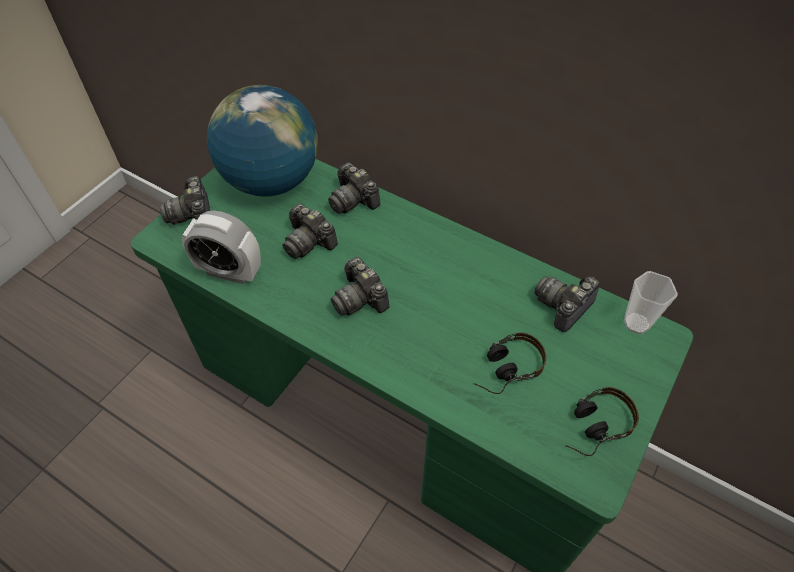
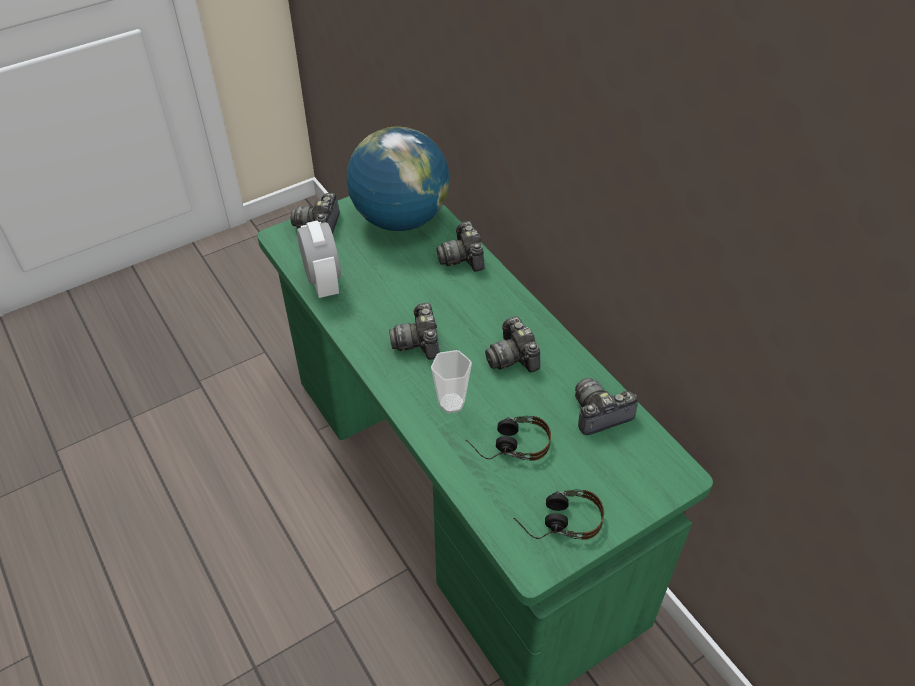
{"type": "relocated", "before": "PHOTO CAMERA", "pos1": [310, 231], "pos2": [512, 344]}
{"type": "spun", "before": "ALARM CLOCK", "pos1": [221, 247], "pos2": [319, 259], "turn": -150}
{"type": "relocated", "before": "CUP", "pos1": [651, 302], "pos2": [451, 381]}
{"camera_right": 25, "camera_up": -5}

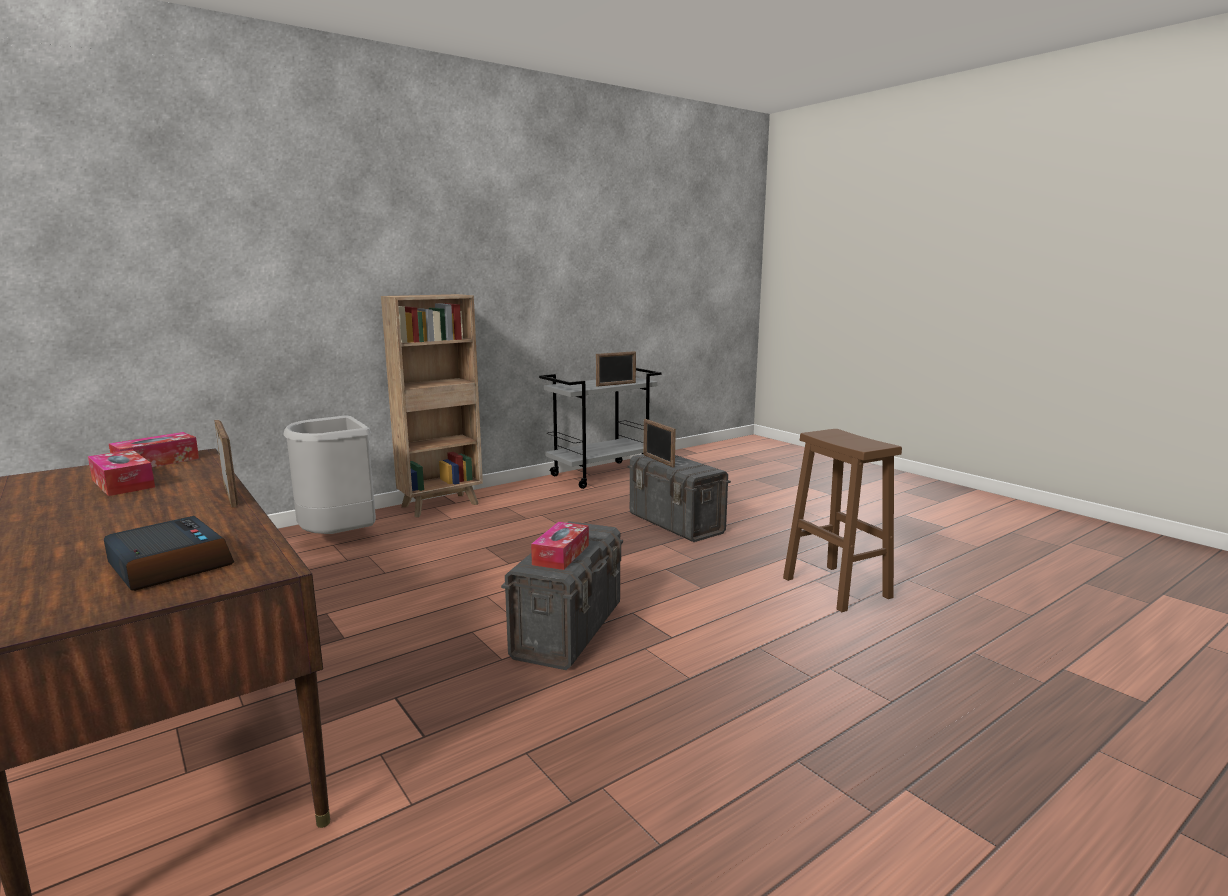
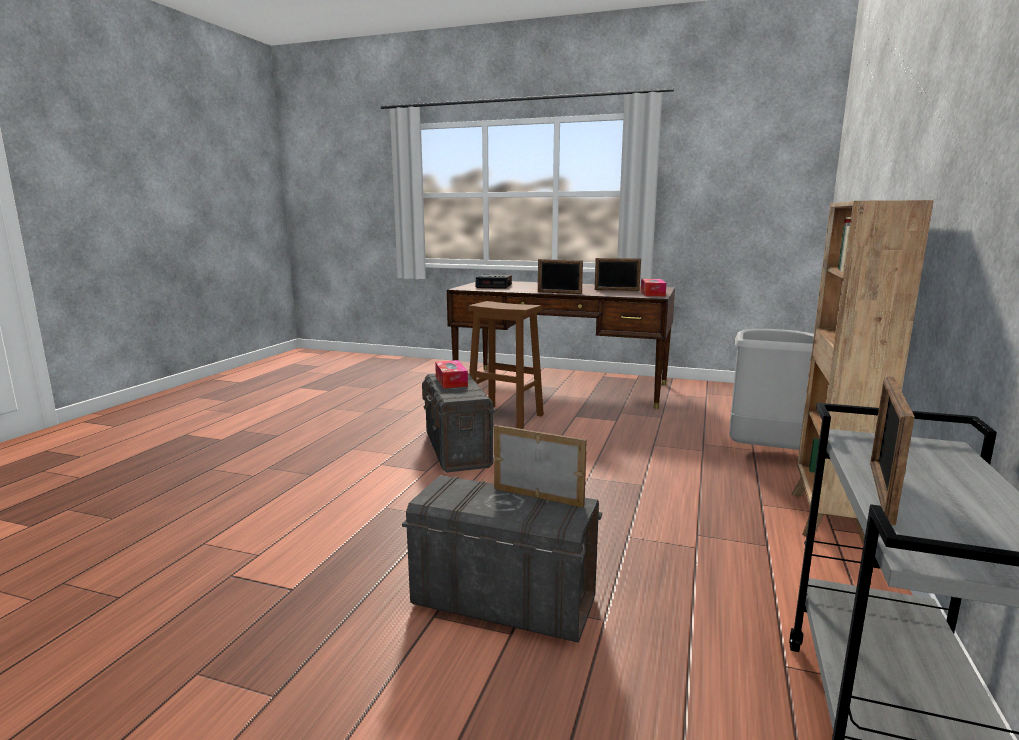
{"type": "relocated", "before": "BROWN STOOL", "pos1": [842, 520], "pos2": [506, 365]}
{"type": "exchanged", "before": "TISSUE BOX", "after": "PICTURE FRAME", "pos1": [121, 473], "pos2": [618, 274]}
{"camera_right": 145, "camera_up": 0}

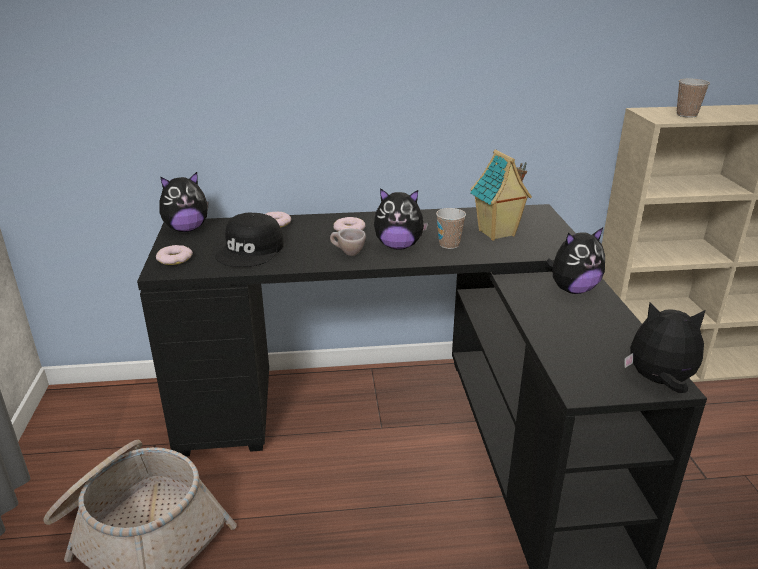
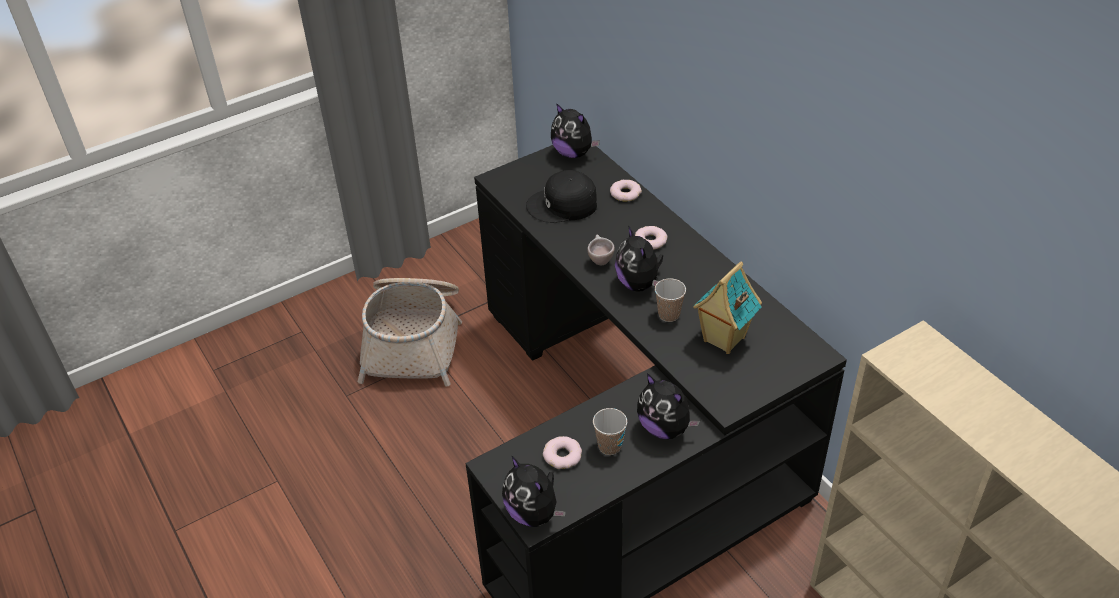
{"type": "relocated", "before": "CUP", "pos1": [693, 98], "pos2": [610, 431]}
{"type": "relocated", "before": "DONUT", "pos1": [174, 255], "pos2": [562, 452]}
{"type": "spun", "before": "PLUSH TOY", "pos1": [664, 348], "pos2": [534, 491], "turn": 150}
{"camera_right": 65, "camera_up": 15}

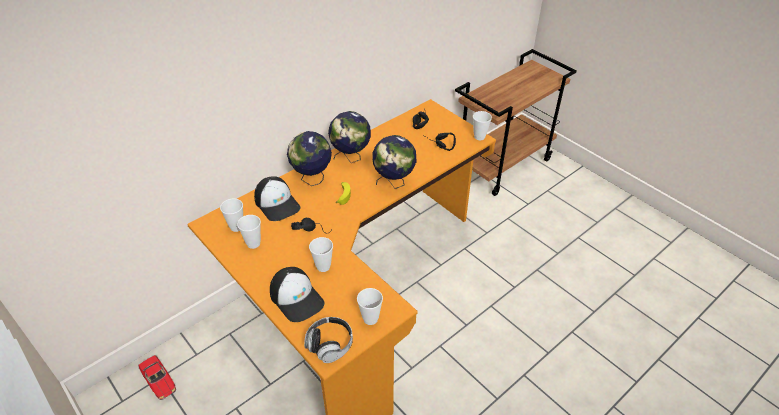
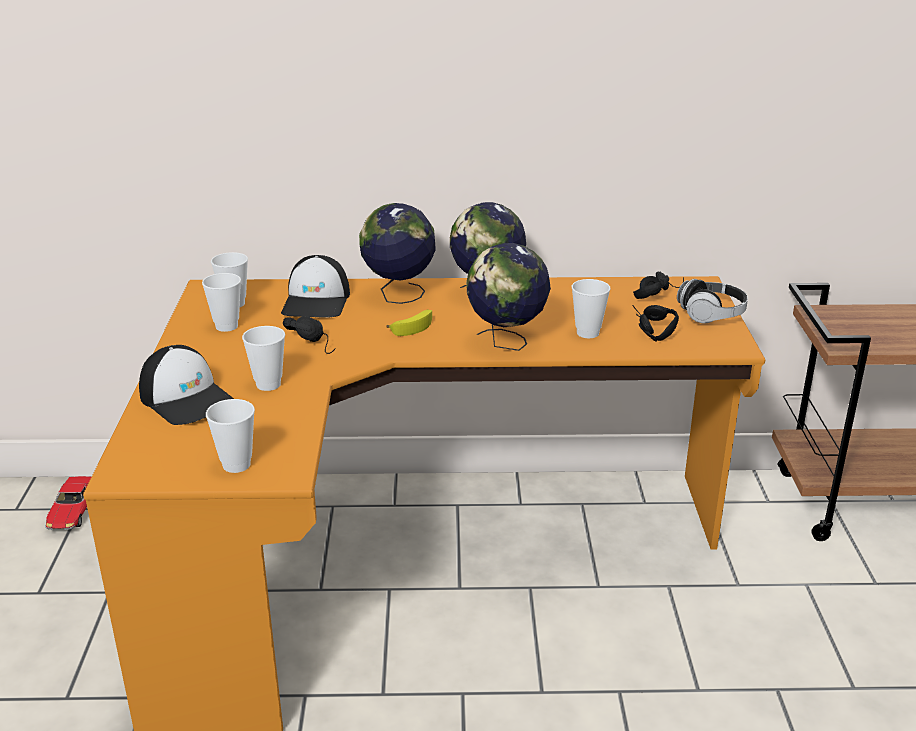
{"type": "relocated", "before": "CUP", "pos1": [482, 125], "pos2": [591, 308]}
{"type": "spun", "before": "CAP", "pos1": [297, 294], "pos2": [186, 385], "turn": -45}
{"type": "relocated", "before": "HEADPHONES", "pos1": [328, 340], "pos2": [712, 301]}
{"camera_right": 40, "camera_up": -15}

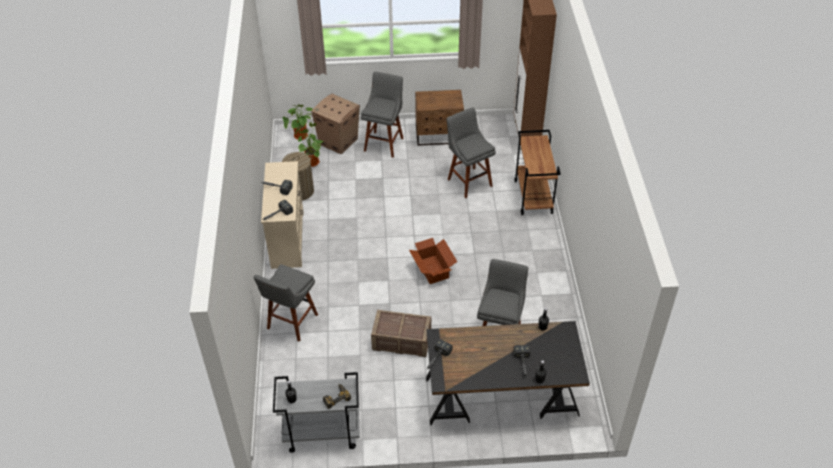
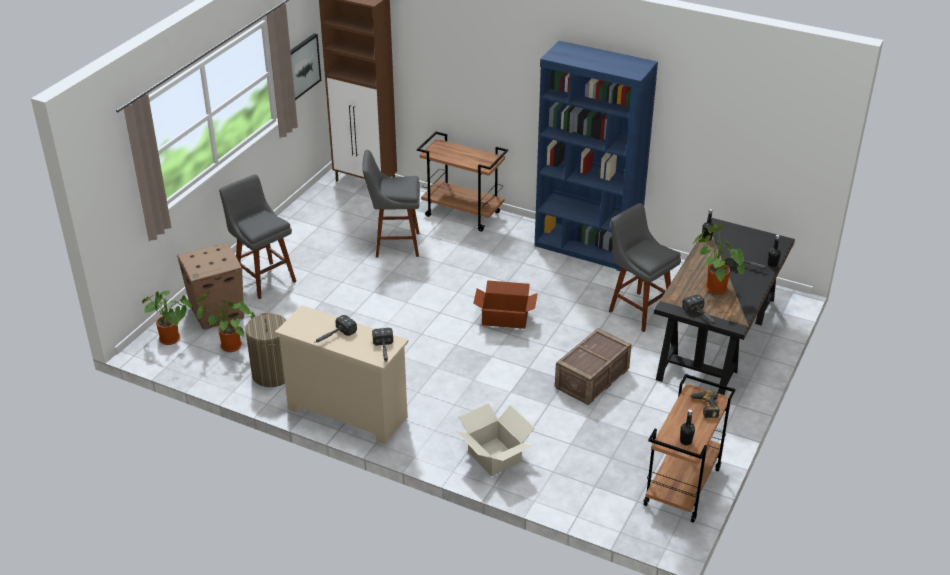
{"type": "missing", "before": "BROWN NIGHTSTAND", "pos1": [439, 118]}
{"type": "exchanged", "before": "GREY STOOL", "after": "CARDBOARD BOX", "pos1": [286, 303], "pos2": [495, 439]}
{"type": "colour", "before": "GREY CART", "after": "BROWN CART", "pos1": [316, 412], "pos2": [689, 448]}
{"type": "appeared", "after": "PICTURE", "pos2": [305, 66]}
{"type": "appeared", "after": "BLUE BOOKCASE", "pos2": [596, 156]}
{"type": "appeared", "after": "POTTED PLANT", "pos2": [719, 259]}
{"camera_right": -60, "camera_up": -10}

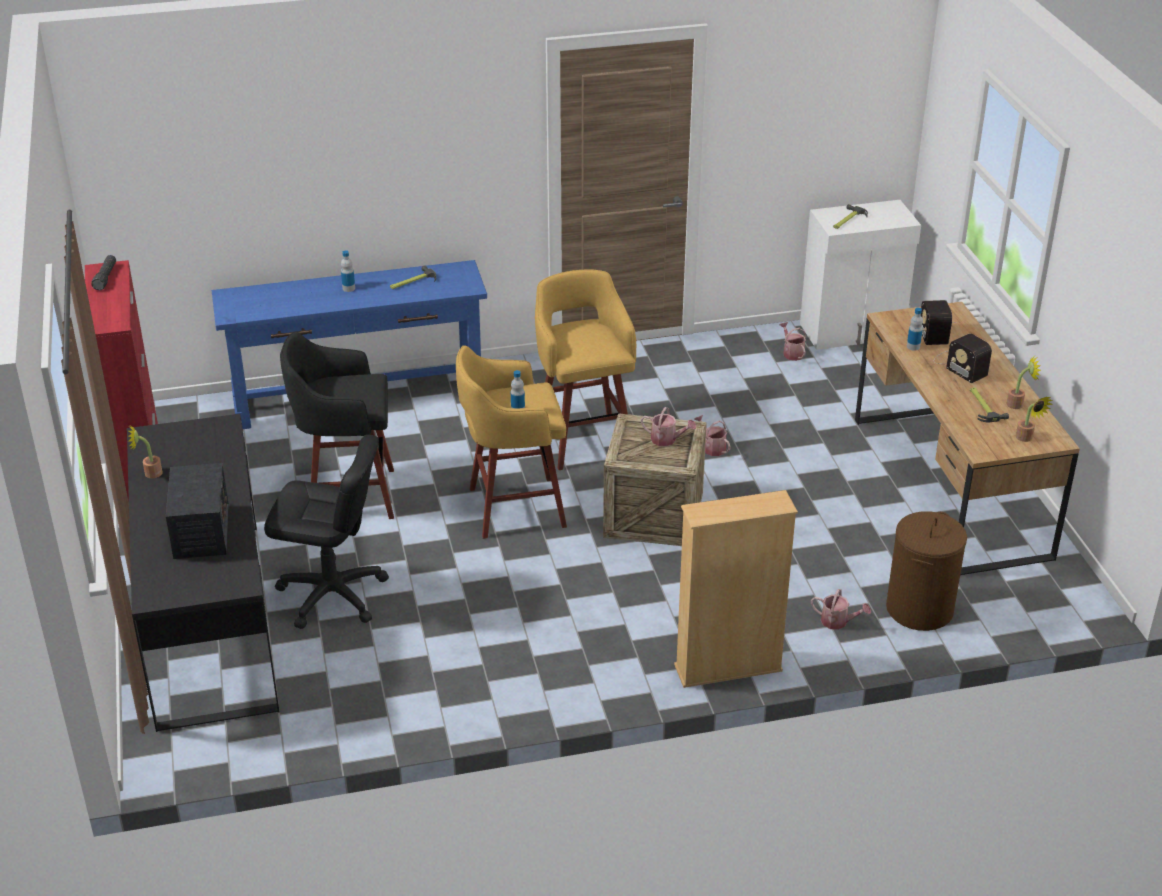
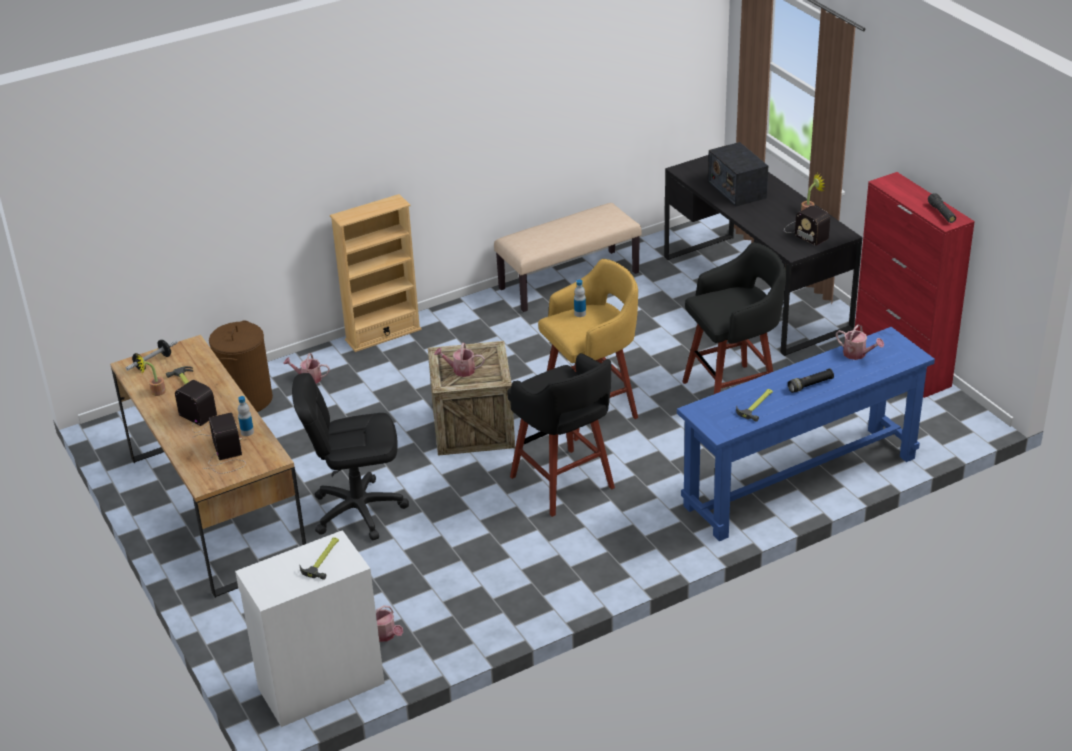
{"type": "exchanged", "before": "BOTTLE", "after": "BLACK FLASHLIGHT", "pos1": [348, 271], "pos2": [811, 380]}
{"type": "colour", "before": "YELLOW STOOL", "after": "BLACK STOOL", "pos1": [585, 369], "pos2": [561, 435]}
{"type": "exchanged", "before": "POTTED PLANT", "after": "DUMBBELL", "pos1": [1034, 419], "pos2": [151, 355]}
{"type": "relocated", "before": "WATERING CAN", "pos1": [712, 435], "pos2": [860, 342]}
{"type": "relocated", "before": "BLACK OFFICE CHAIR", "pos1": [326, 532], "pos2": [350, 456]}
{"type": "appeared", "after": "BEIGE BENCH", "pos2": [568, 257]}
{"type": "appeared", "after": "RADIO", "pos2": [807, 226]}
{"camera_right": 165, "camera_up": 0}

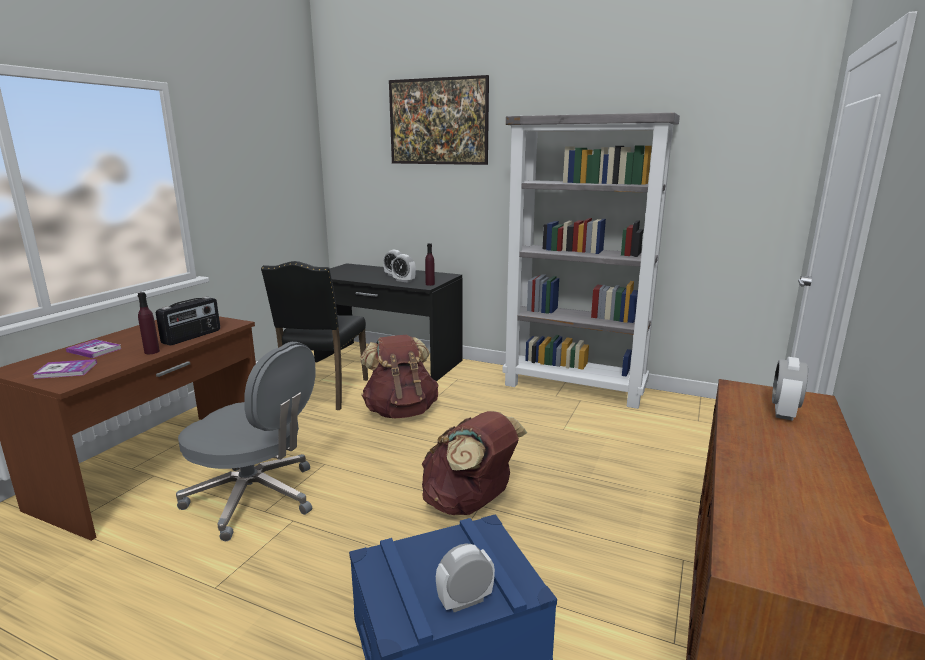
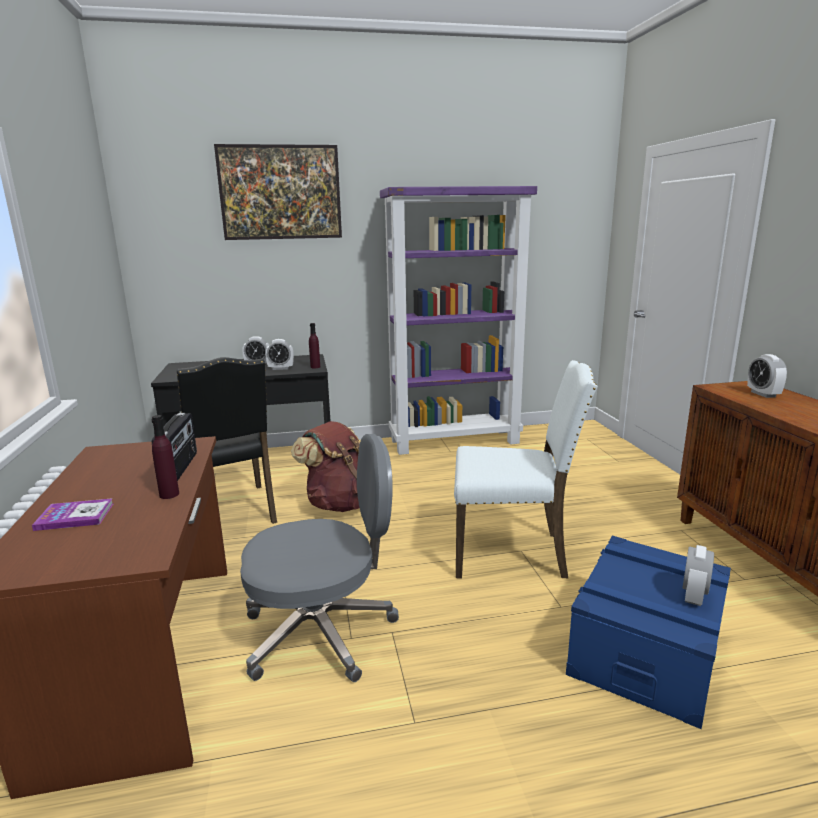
{"type": "colour", "before": "GREY BOOKCASE", "after": "PURPLE BOOKCASE", "pos1": [591, 261], "pos2": [458, 320]}
{"type": "missing", "before": "BOOK", "pos1": [64, 369]}
{"type": "exchanged", "before": "BROWN BACKPACK", "after": "WHITE CHAIR", "pos1": [474, 463], "pos2": [526, 469]}
{"camera_right": -35, "camera_up": 0}

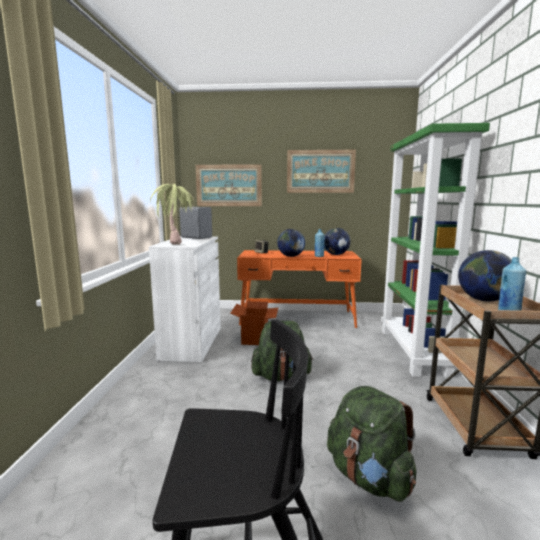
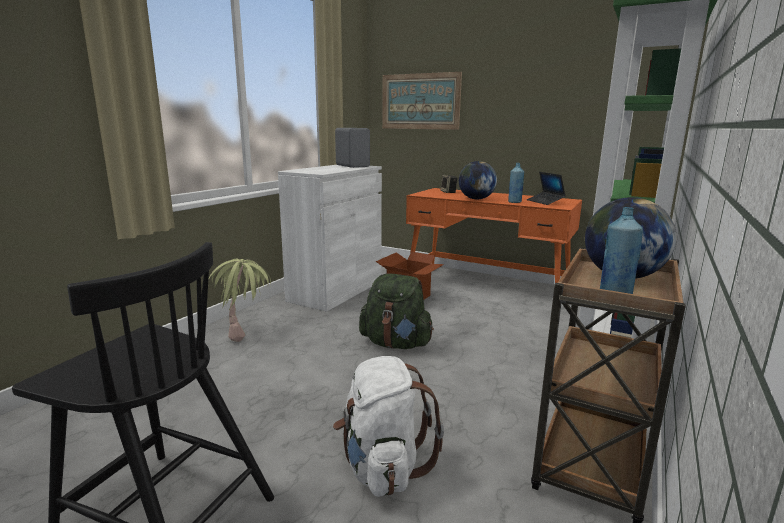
{"type": "missing", "before": "PICTURE", "pos1": [321, 171]}
{"type": "relocated", "before": "POTTED PLANT", "pos1": [172, 214], "pos2": [239, 300]}
{"type": "exchanged", "before": "GLOBE", "after": "LAPTOP", "pos1": [337, 241], "pos2": [546, 188]}
{"type": "colour", "before": "GREEN BACKPACK", "after": "WHITE BACKPACK", "pos1": [371, 444], "pos2": [388, 426]}
{"camera_right": 25, "camera_up": 5}

